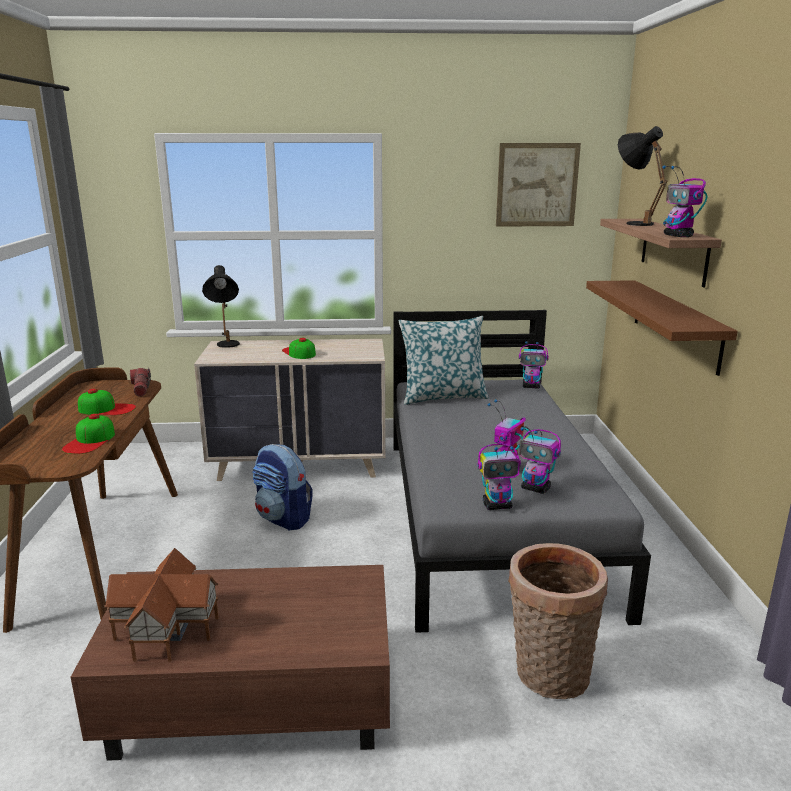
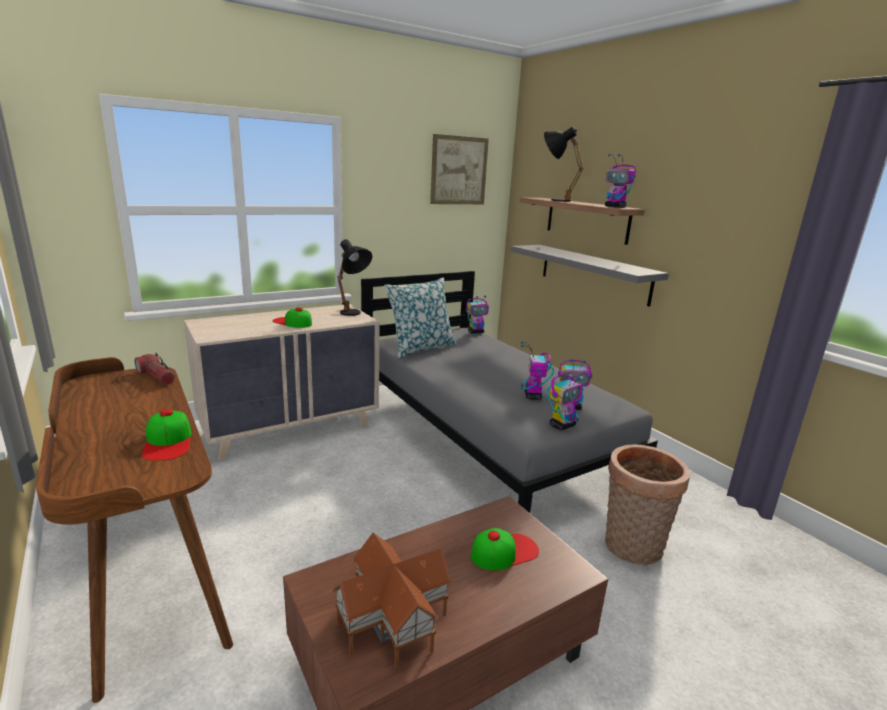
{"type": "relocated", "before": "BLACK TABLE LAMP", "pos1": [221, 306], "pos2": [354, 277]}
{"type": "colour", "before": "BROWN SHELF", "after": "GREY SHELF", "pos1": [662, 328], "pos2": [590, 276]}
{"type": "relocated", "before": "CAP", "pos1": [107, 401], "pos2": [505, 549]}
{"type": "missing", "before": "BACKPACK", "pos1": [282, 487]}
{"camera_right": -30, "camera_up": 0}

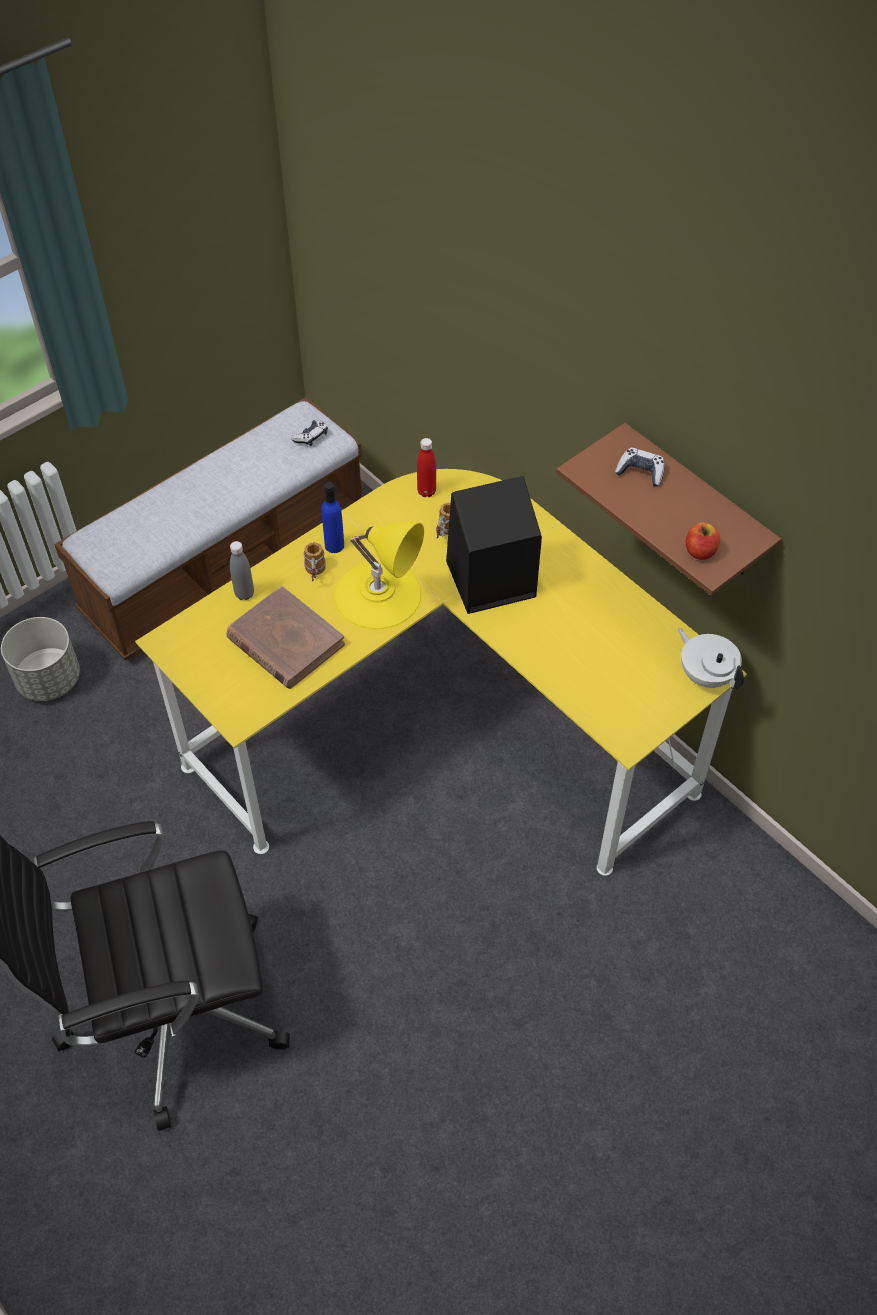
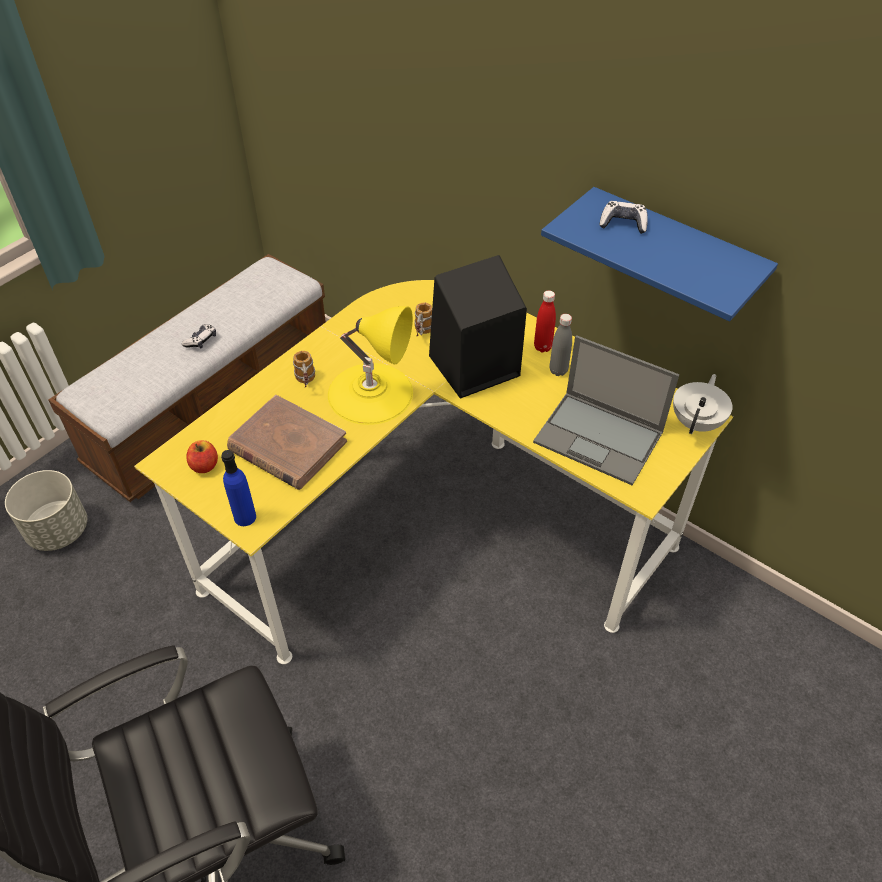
{"type": "relocated", "before": "GAME CONTROLLER", "pos1": [309, 433], "pos2": [199, 336]}
{"type": "colour", "before": "BROWN SHELF", "after": "BLUE SHELF", "pos1": [668, 509], "pos2": [659, 254]}
{"type": "relocated", "before": "RED BOTTLE", "pos1": [426, 467], "pos2": [545, 321]}
{"type": "relocated", "before": "BLUE BOTTLE", "pos1": [332, 517], "pos2": [238, 488]}
{"type": "relocated", "before": "APPLE", "pos1": [703, 541], "pos2": [202, 456]}
{"type": "relocated", "before": "GREY BOTTLE", "pos1": [242, 570], "pos2": [561, 345]}
{"type": "spun", "before": "WHITE TEAPOT", "pos1": [711, 658], "pos2": [703, 404], "turn": 75}
{"type": "appeared", "after": "LAPTOP", "pos2": [606, 410]}
{"camera_right": -10, "camera_up": -5}

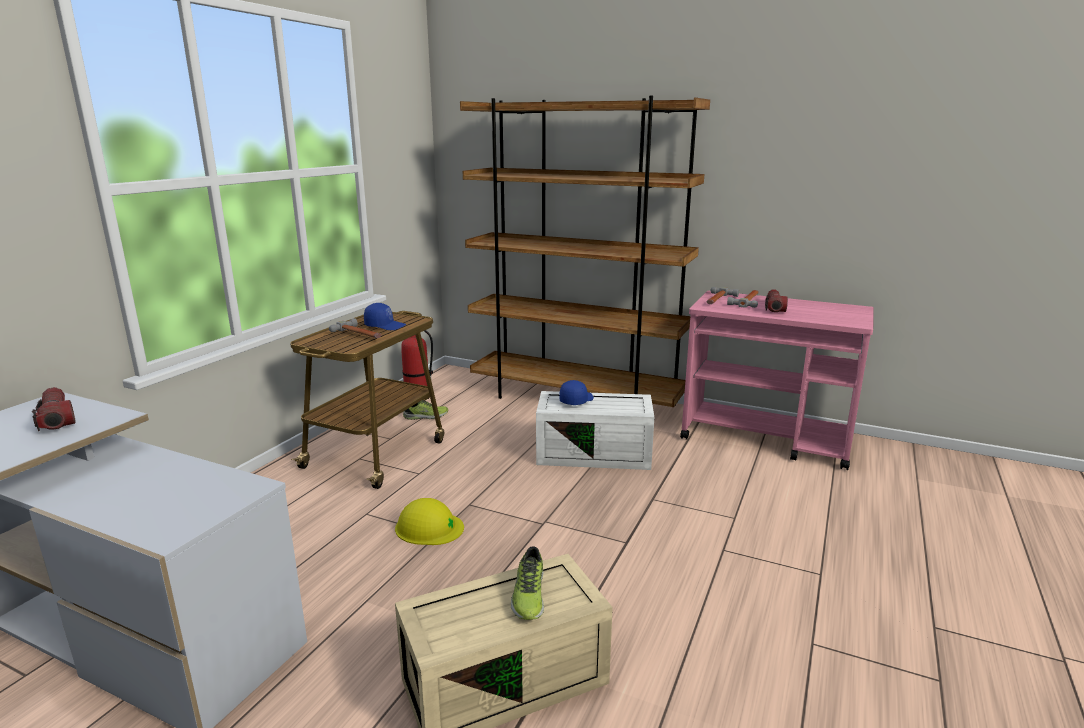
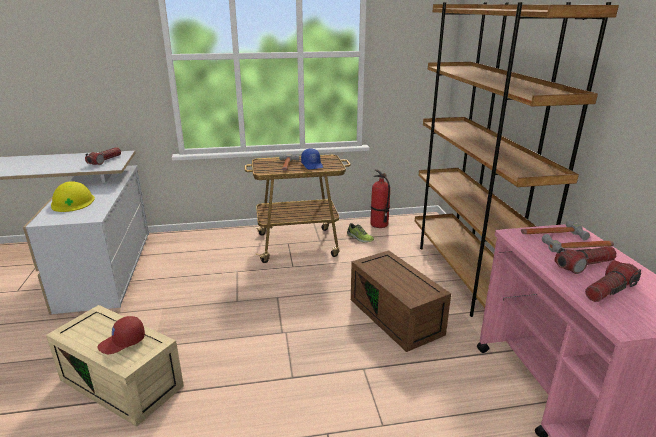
{"type": "missing", "before": "BLUE CAP", "pos1": [576, 392]}
{"type": "colour", "before": "WHITE STORAGE BOX", "after": "BROWN STORAGE BOX", "pos1": [595, 430], "pos2": [401, 301]}
{"type": "relocated", "before": "YELLOW HARD HAT", "pos1": [429, 521], "pos2": [73, 196]}
{"type": "exchanged", "before": "SHOE", "after": "RED CAP", "pos1": [527, 583], "pos2": [121, 335]}
{"type": "appeared", "after": "FLASHLIGHT", "pos2": [613, 281]}
{"camera_right": 55, "camera_up": 5}

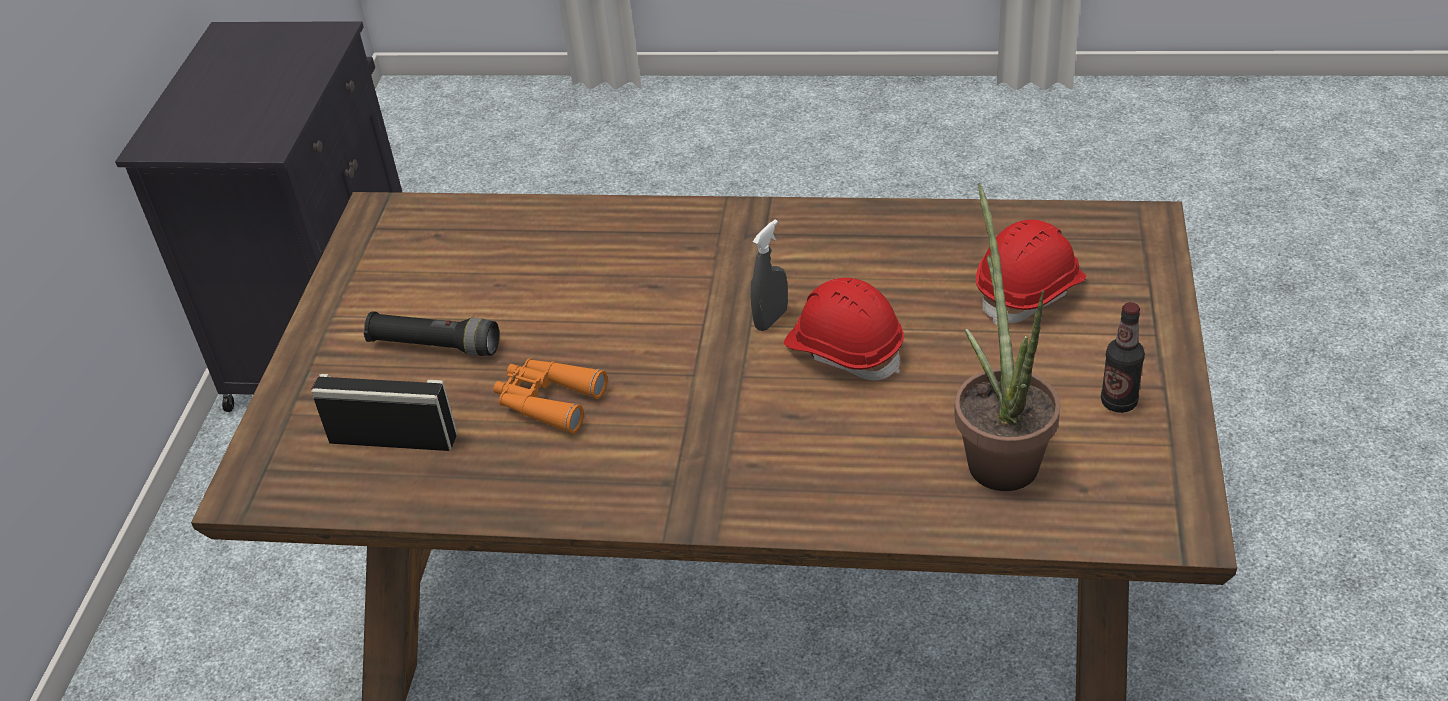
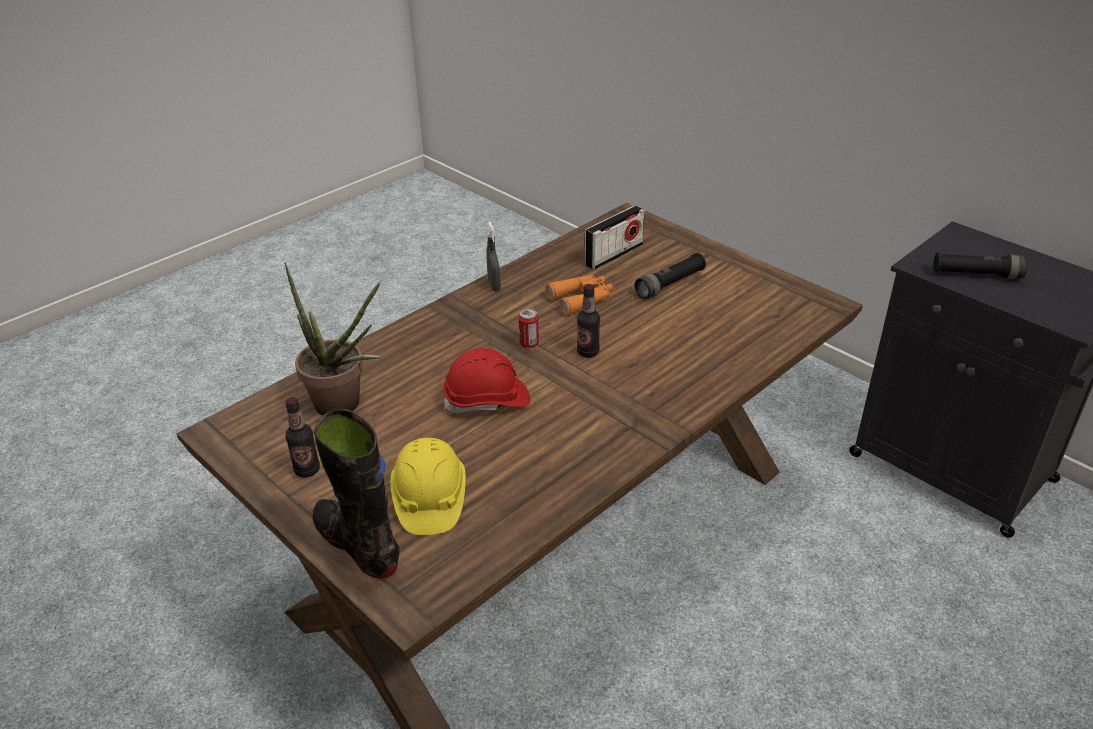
{"type": "relocated", "before": "GREY SPRAY BOTTLE", "pos1": [769, 275], "pos2": [493, 256]}
{"type": "colour", "before": "RED HARD HAT", "after": "YELLOW HARD HAT", "pos1": [1031, 272], "pos2": [428, 486]}
{"type": "appeared", "after": "BLACK FLASHLIGHT", "pos2": [980, 266]}
{"type": "appeared", "after": "BOTTLE", "pos2": [588, 321]}
{"type": "appeared", "after": "CAN", "pos2": [528, 328]}
{"type": "appeared", "after": "BLACK BOOT", "pos2": [356, 493]}
{"camera_right": 125, "camera_up": -5}

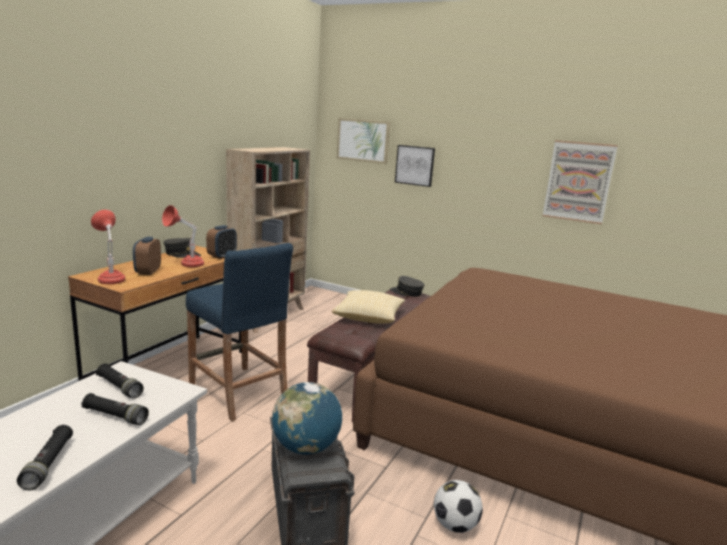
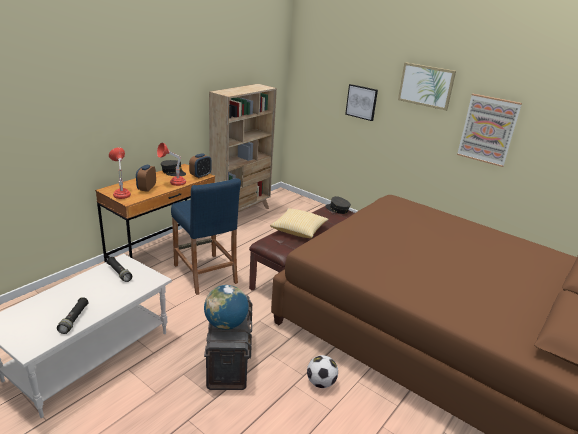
{"type": "relocated", "before": "PICTURE", "pos1": [363, 141], "pos2": [427, 86]}
{"type": "missing", "before": "BLACK FLASHLIGHT", "pos1": [115, 409]}
{"camera_right": 10, "camera_up": 10}

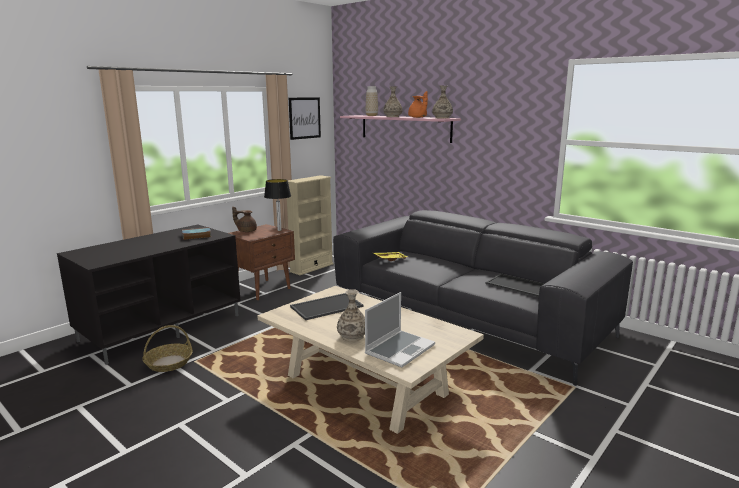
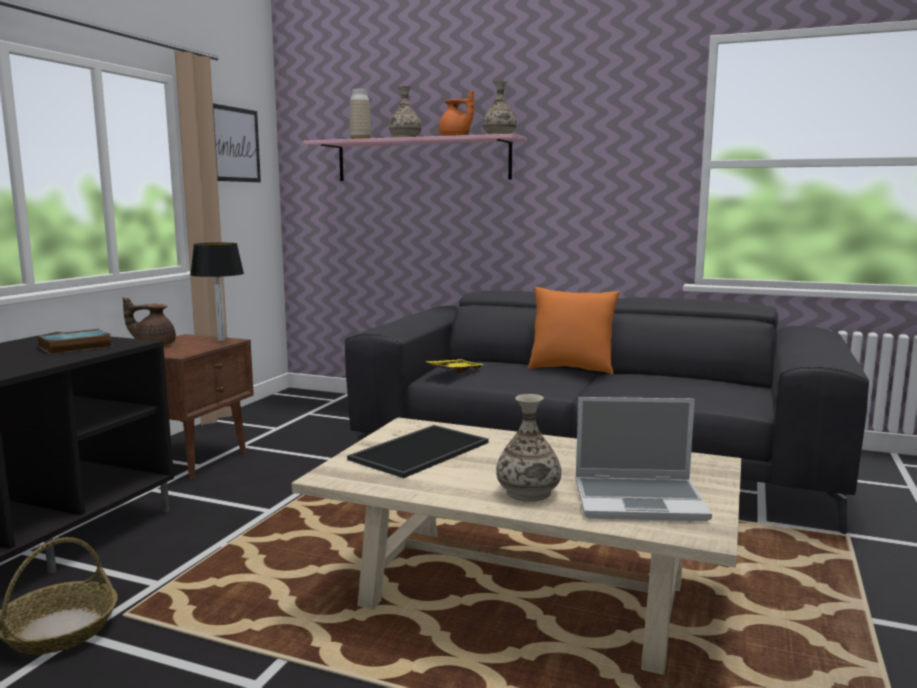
{"type": "missing", "before": "BEIGE BOOKCASE", "pos1": [310, 225]}
{"type": "missing", "before": "TRAY", "pos1": [515, 285]}
{"type": "spun", "before": "LAPTOP", "pos1": [400, 329], "pos2": [643, 459], "turn": 75}
{"type": "appeared", "after": "ORANGE PILLOW", "pos2": [574, 331]}
{"camera_right": -20, "camera_up": -5}

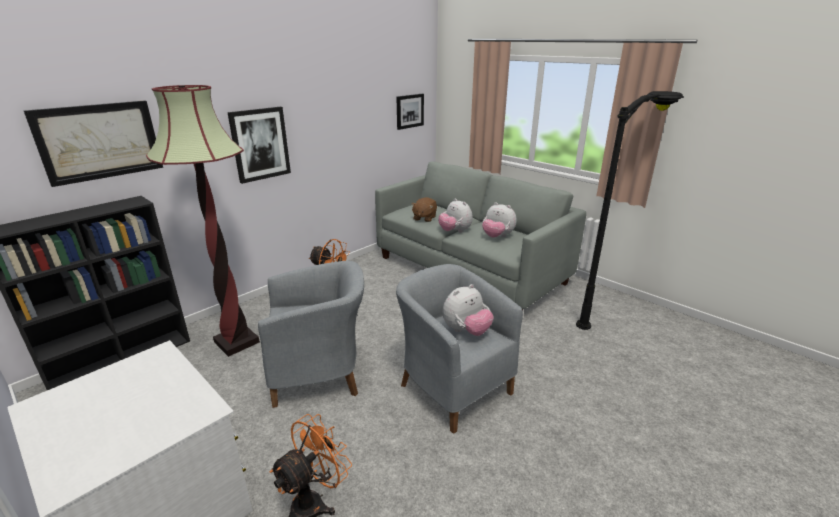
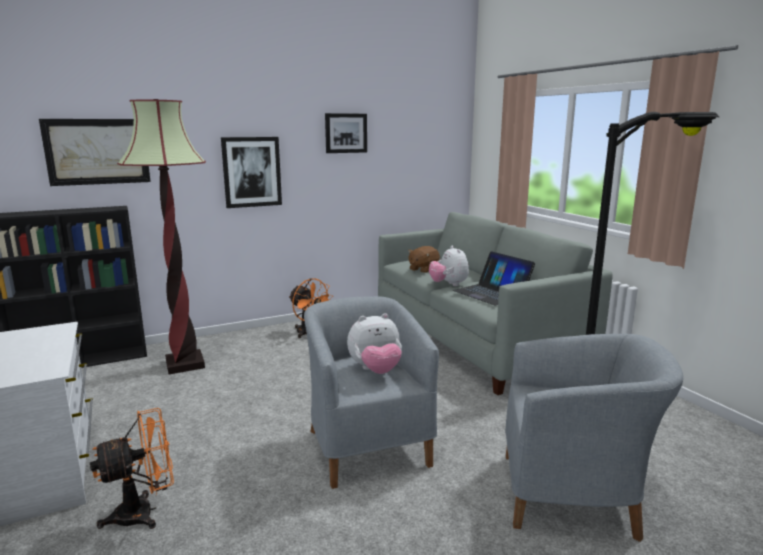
{"type": "relocated", "before": "PICTURE", "pos1": [410, 112], "pos2": [346, 133]}
{"type": "exchanged", "before": "PLUSH TOY", "after": "LAPTOP", "pos1": [499, 220], "pos2": [494, 278]}
{"type": "relocated", "before": "GREY ARMCHAIR", "pos1": [311, 334], "pos2": [594, 438]}
{"camera_right": 20, "camera_up": -10}

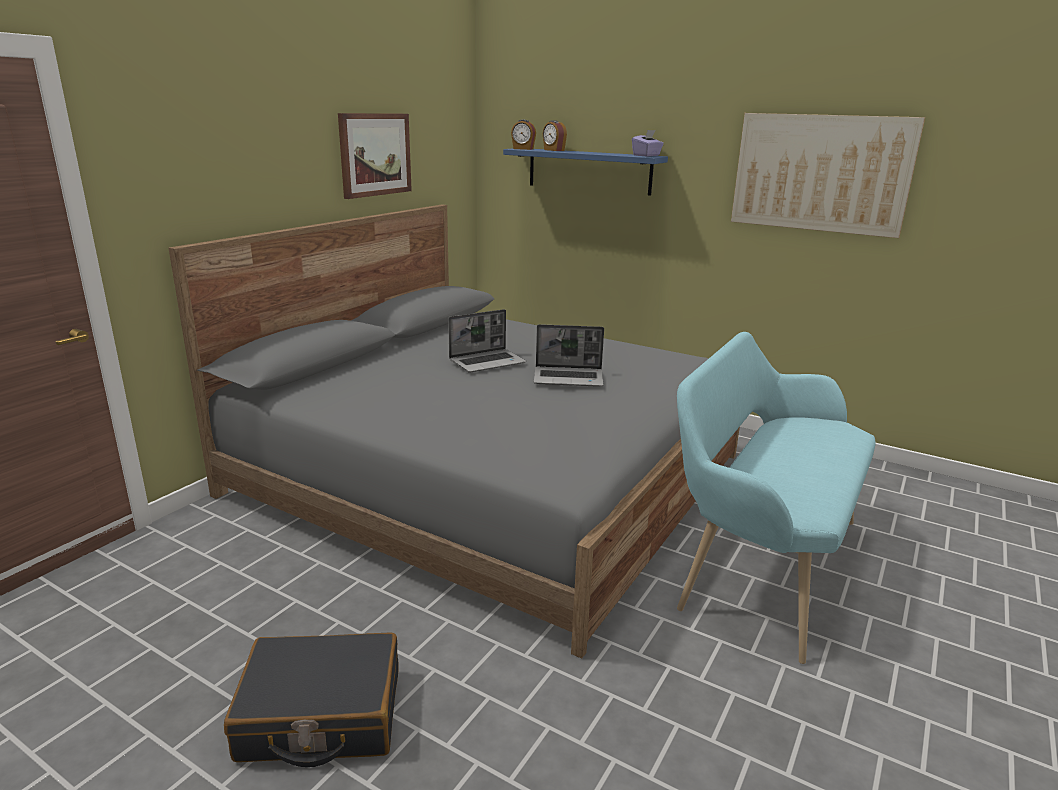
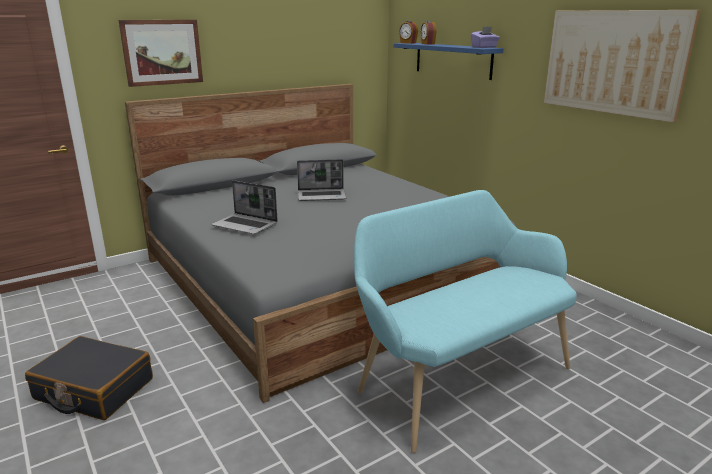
{"type": "relocated", "before": "PICTURE", "pos1": [375, 156], "pos2": [161, 53]}
{"type": "relocated", "before": "LAPTOP", "pos1": [568, 355], "pos2": [244, 207]}
{"camera_right": 25, "camera_up": 0}

